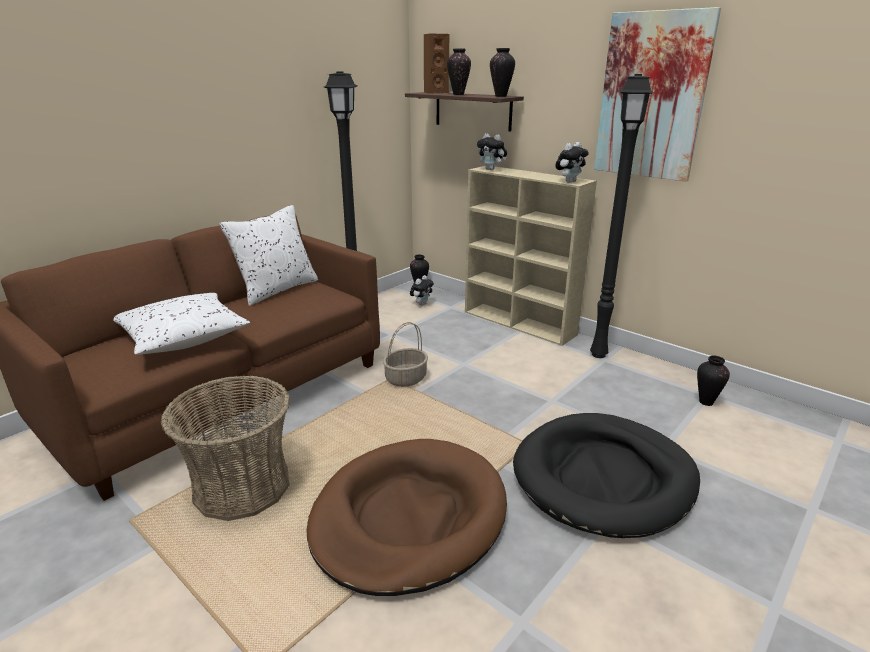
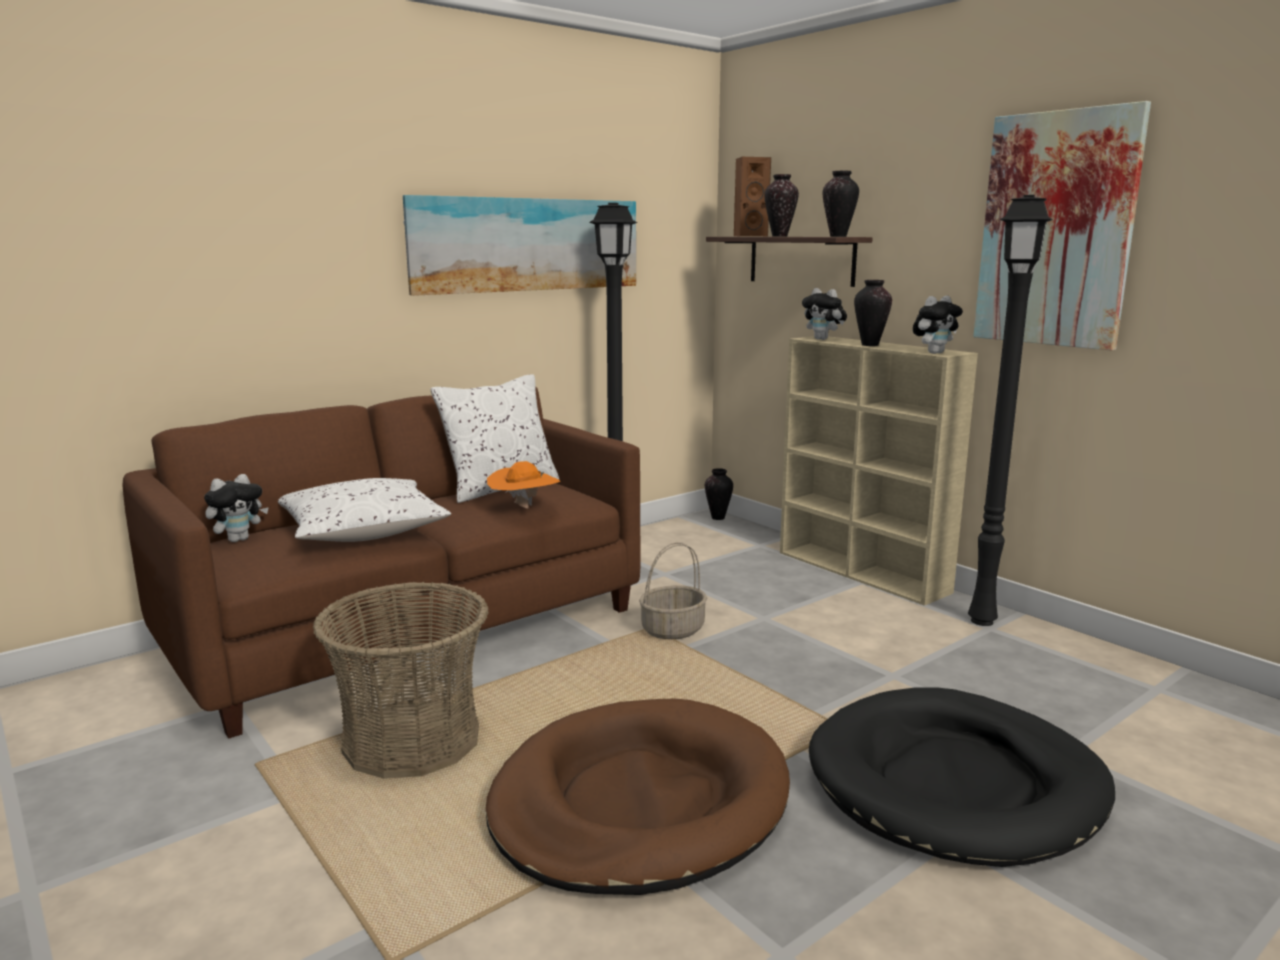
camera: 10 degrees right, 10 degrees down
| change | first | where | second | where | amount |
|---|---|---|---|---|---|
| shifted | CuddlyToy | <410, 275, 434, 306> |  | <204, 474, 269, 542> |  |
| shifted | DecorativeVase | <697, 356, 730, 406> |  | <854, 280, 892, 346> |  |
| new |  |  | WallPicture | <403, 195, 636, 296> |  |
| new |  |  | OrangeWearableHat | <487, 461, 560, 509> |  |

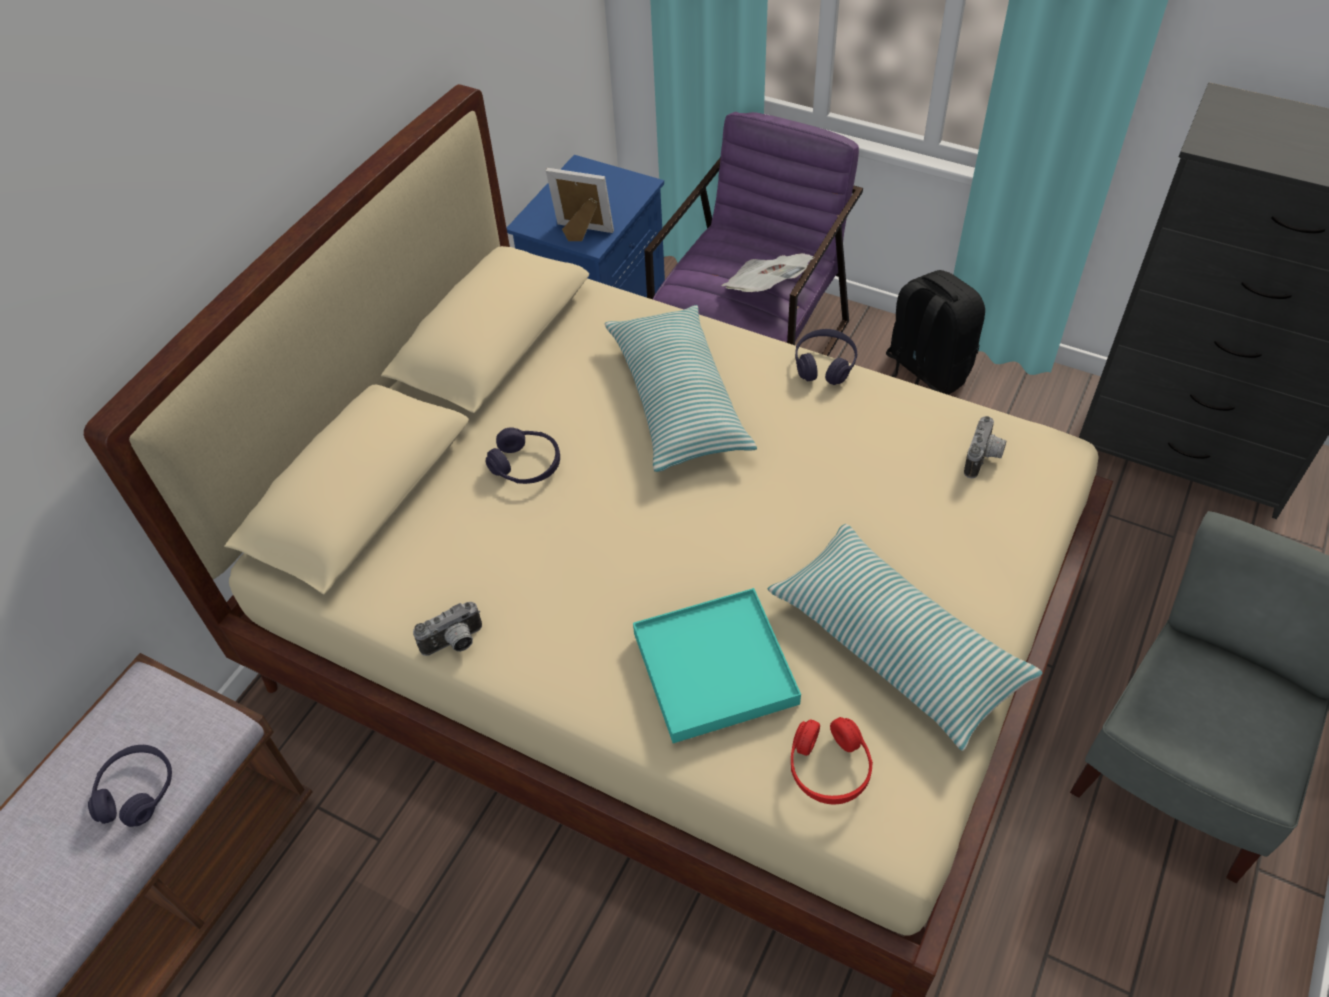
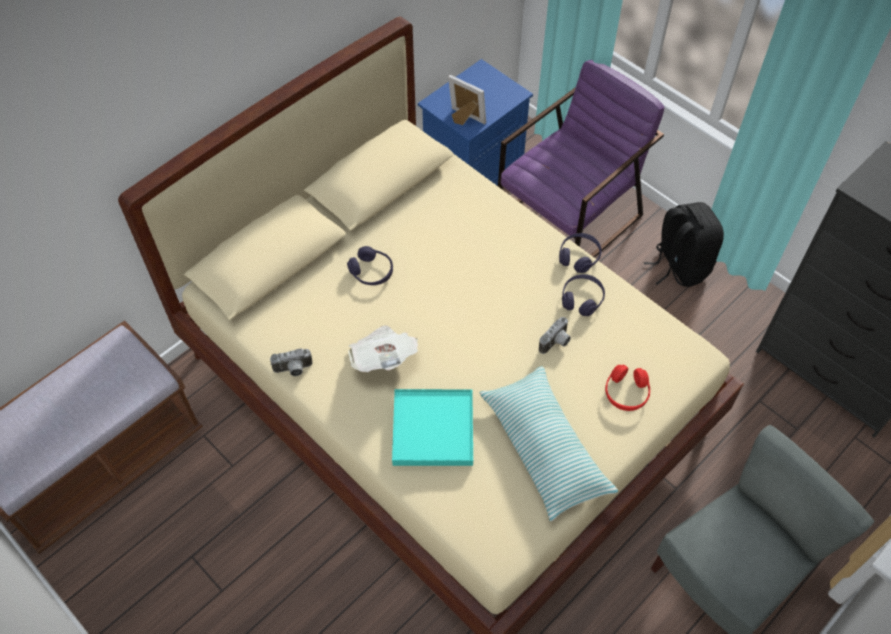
camera: 15 degrees right, 5 degrees up
| change | first | where | second | where | amount |
|---|---|---|---|---|---|
| shifted | PurplishPairOfHeadphones | <88, 745, 172, 827> |  | <562, 274, 605, 316> |  |
| gone | Pillow | <605, 305, 757, 472> |  |  |  |
| shifted | Newspaper | <721, 253, 815, 292> |  | <348, 325, 418, 372> |  |
| shifted | RedPairOfHeadphones | <791, 717, 873, 804> |  | <605, 364, 650, 411> |  |
| shifted | StillCamera | <964, 416, 1007, 478> |  | <539, 317, 571, 354> |  |

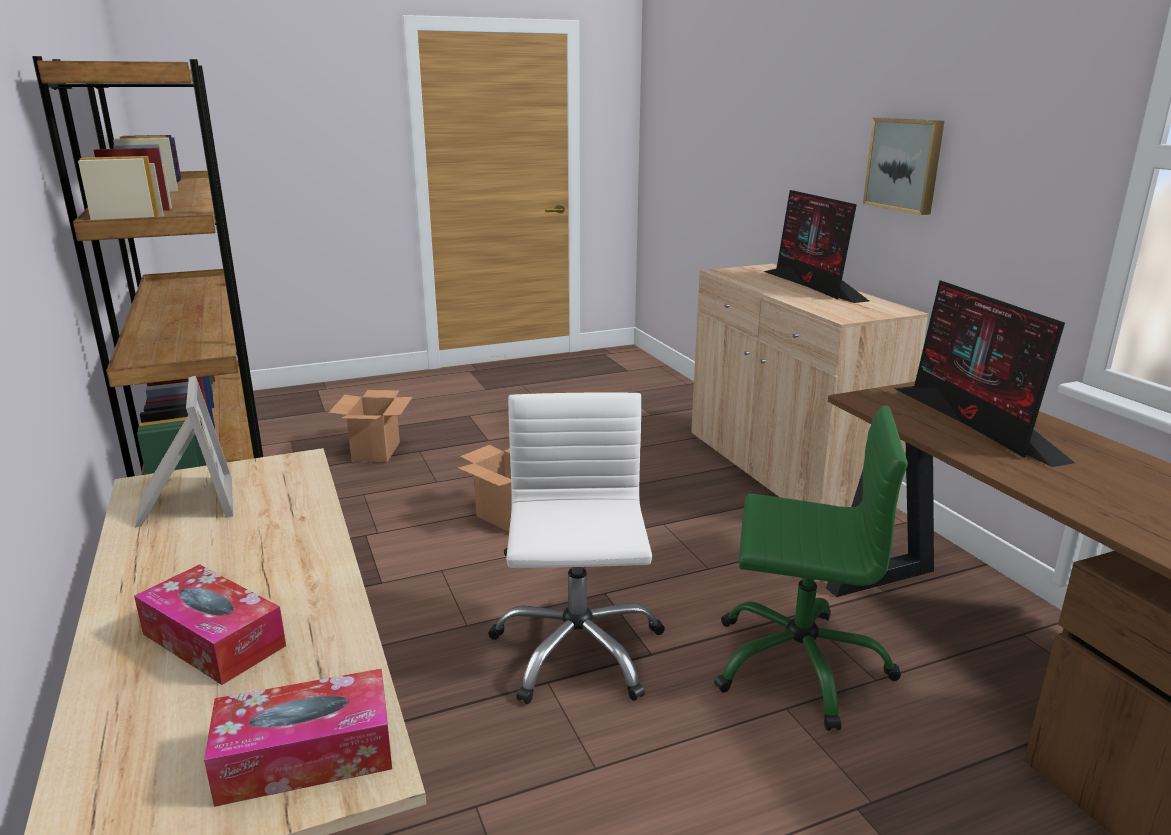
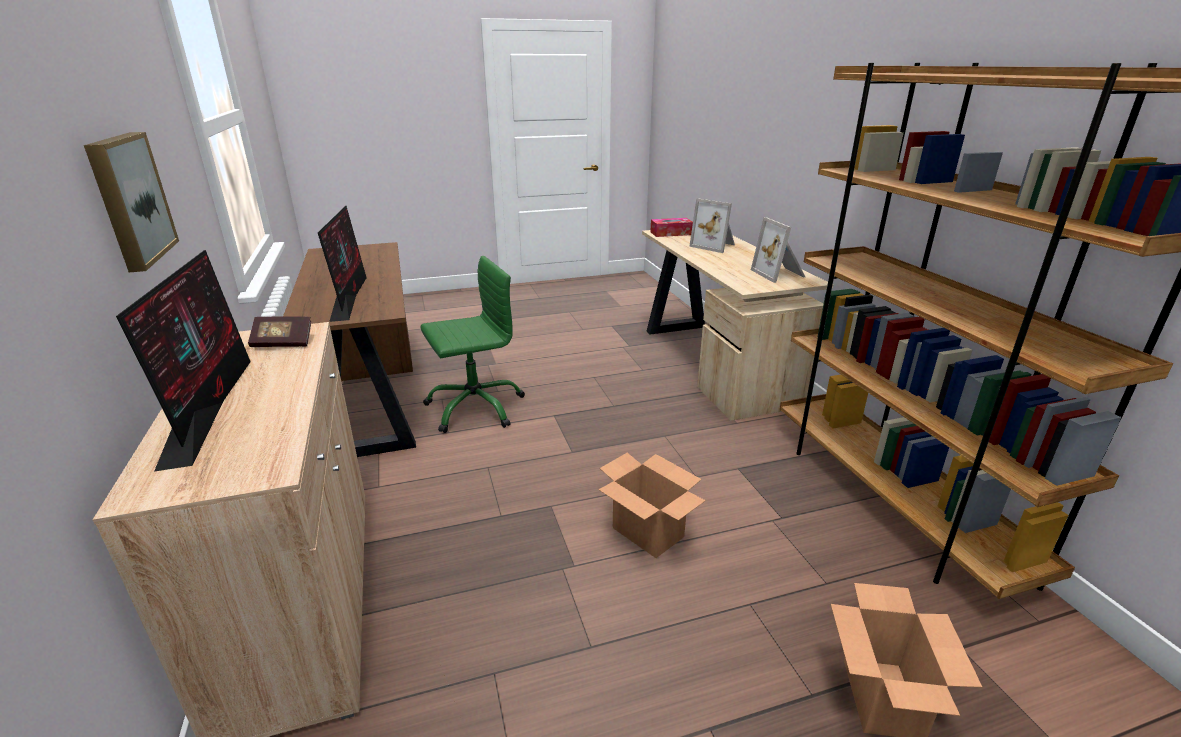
camera: 175 degrees left, 5 degrees up
| change | first | where | second | where | amount |
|---|---|---|---|---|---|
| swapped | TissueBox | <134, 564, 286, 685> | PhotoFrame | <689, 198, 735, 253> |  |
| gone | WhiteColouredOfficeChair | <488, 392, 665, 704> |  |  |  |
| rotated | GreenOfficeChair | <714, 406, 908, 731> |  | <420, 256, 525, 433> | 135 degrees clockwise |
| new |  |  | Volume | <248, 316, 311, 347> |  |

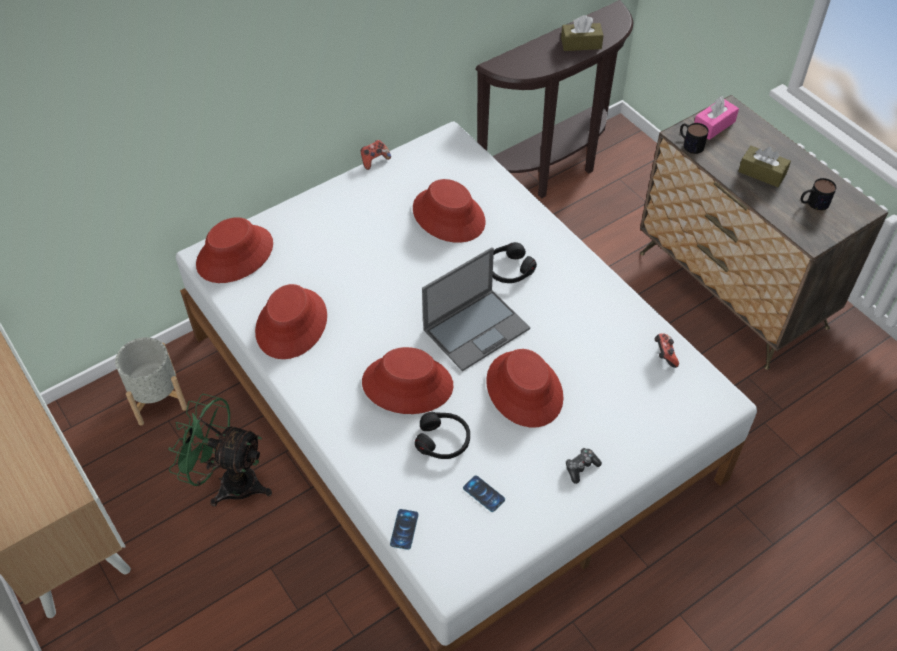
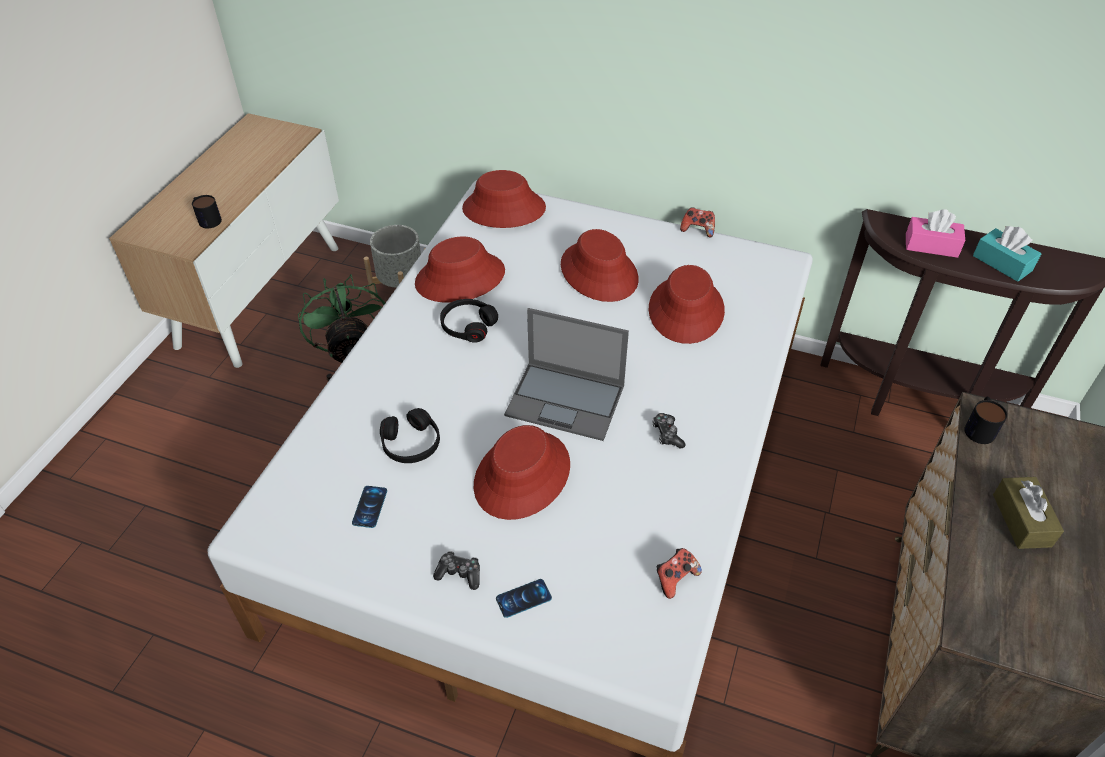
camera: 55 degrees right, 5 degrees down
| change | first | where | second | where | amount |
|---|---|---|---|---|---|
| shifted | RedWearableHat | <362, 347, 453, 414> |  | <561, 229, 639, 302> |  |
| shifted | Handset | <390, 509, 419, 550> |  | <496, 579, 552, 618> |  |
| shifted | BlackishPairOfHeadphones | <493, 242, 537, 283> |  | <440, 299, 498, 343> |  |
| repainted | BrownishTissueBox | <561, 15, 604, 51> | BlueGreenTissueBox | <973, 226, 1041, 282> |  |
| shifted | PinkColouredTissueBox | <694, 96, 739, 140> |  | <906, 209, 965, 258> |  |
| shifted | TeaMug | <801, 178, 836, 210> |  | <192, 195, 222, 228> |  |
| new |  |  | Gamepad | <652, 413, 686, 449> |  |

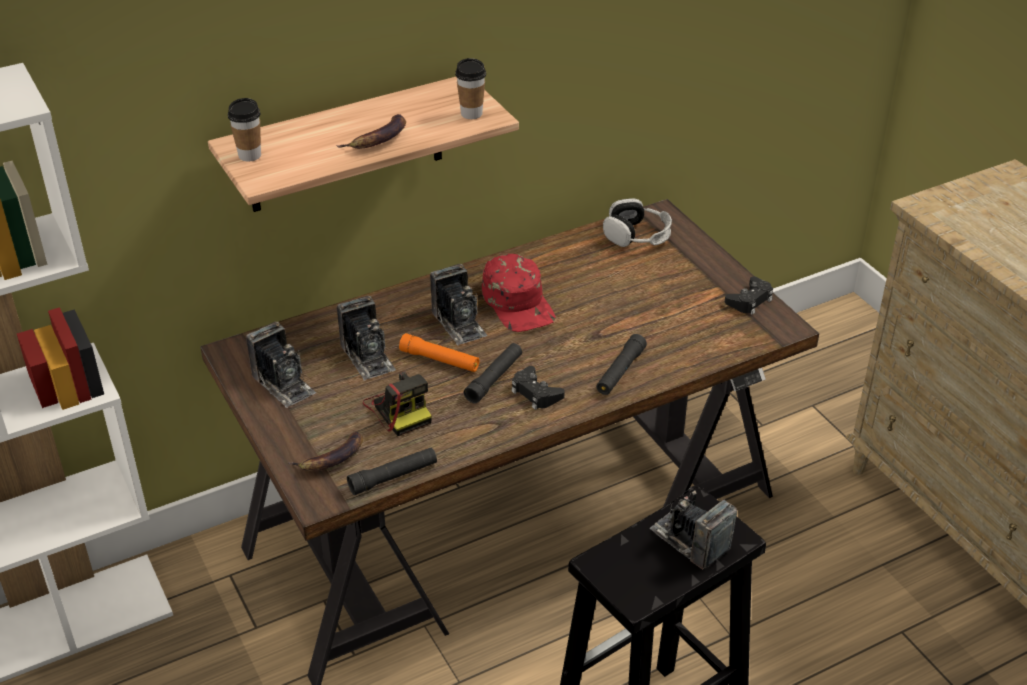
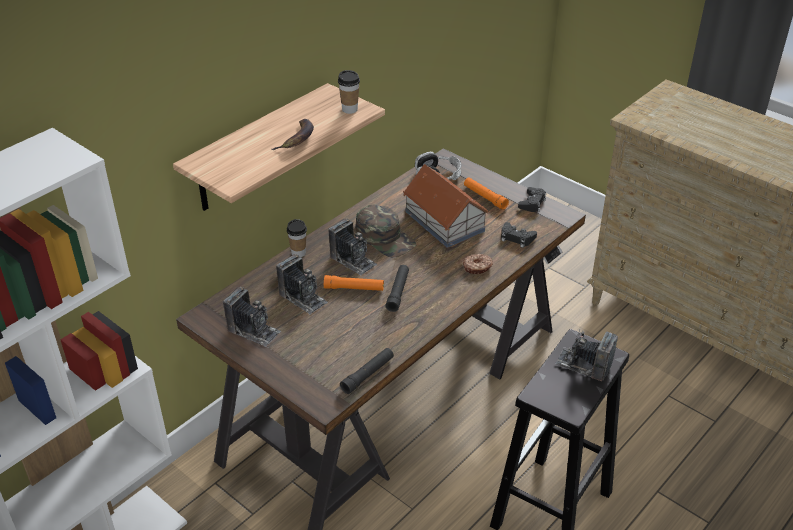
camera: 20 degrees left, 0 degrees up
| change | first | where | second | where | amount |
|---|---|---|---|---|---|
| shifted | DrinkingCup | <228, 98, 261, 162> |  | <287, 219, 307, 257> |  |
| gone | WholeBanana | <288, 431, 363, 471> |  |  |  |
| gone | StillCamera | <363, 371, 432, 436> |  |  |  |
| repainted | RedPeakedCap | <482, 254, 555, 332> | GreenPeakedCap | <355, 205, 416, 257> |  |
| shifted | BlackishGamepad | <512, 366, 565, 410> |  | <501, 222, 537, 248> |  |
| swapped | BlackishTorch | <596, 334, 647, 395> | Doughnut | <463, 254, 493, 274> |  |
| new |  |  | ModelHouse | <403, 164, 489, 248> |  |
| new |  |  | OrangeTorch | <464, 178, 509, 210> |  |

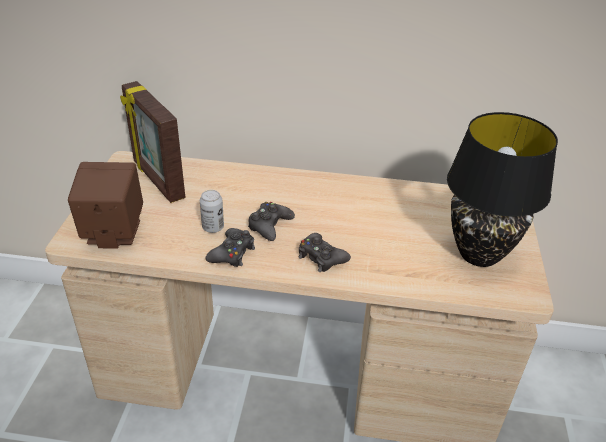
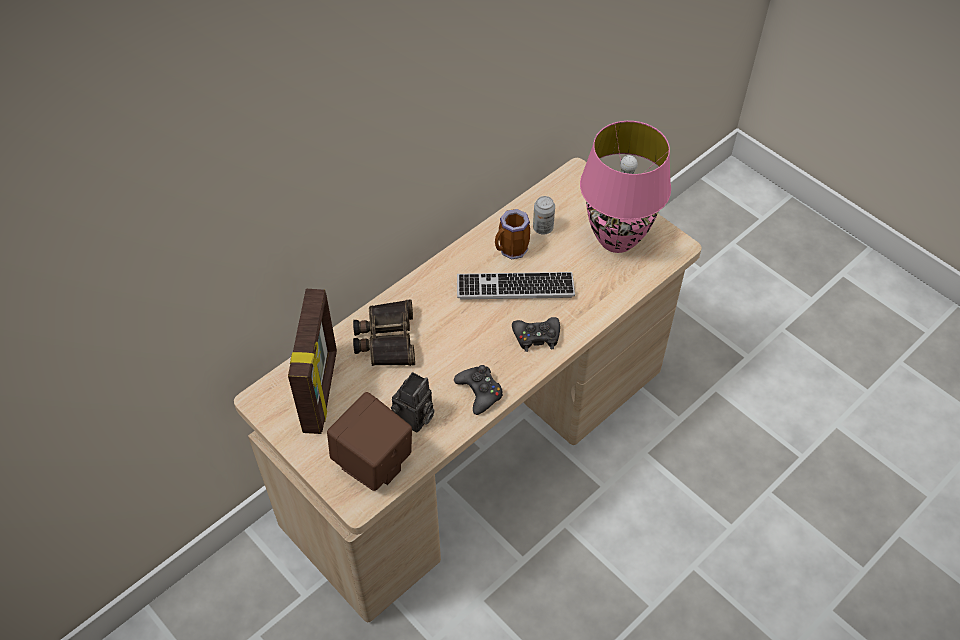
camera: 50 degrees left, 15 degrees up
| change | first | where | second | where | amount |
|---|---|---|---|---|---|
| rotated | PhotoFrame | <120, 81, 186, 203> |  | <288, 289, 337, 434> | 90 degrees counterclockwise |
| shifted | MetalCan | <200, 190, 224, 233> |  | <533, 196, 555, 234> |  |
| gone | BlackishGamepad | <248, 202, 295, 241> |  |  |  |
| repainted | BlackishTabletopLamp | <447, 112, 558, 267> | PinkColouredTabletopLamp | <580, 121, 671, 253> |  |
| new |  |  | Binoculars | <353, 299, 415, 366> |  |
| new |  |  | StillCamera | <391, 372, 434, 433> |  |
| new |  |  | PcKeyboard | <457, 272, 575, 300> |  |
| new |  |  | TeaMug | <495, 209, 530, 259> |  |

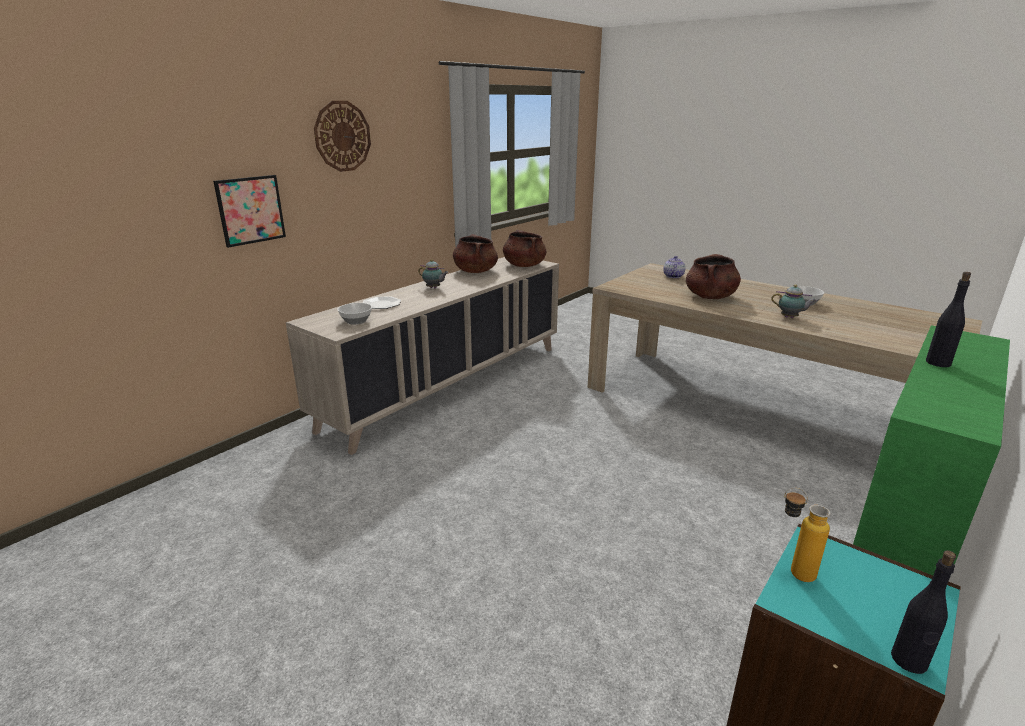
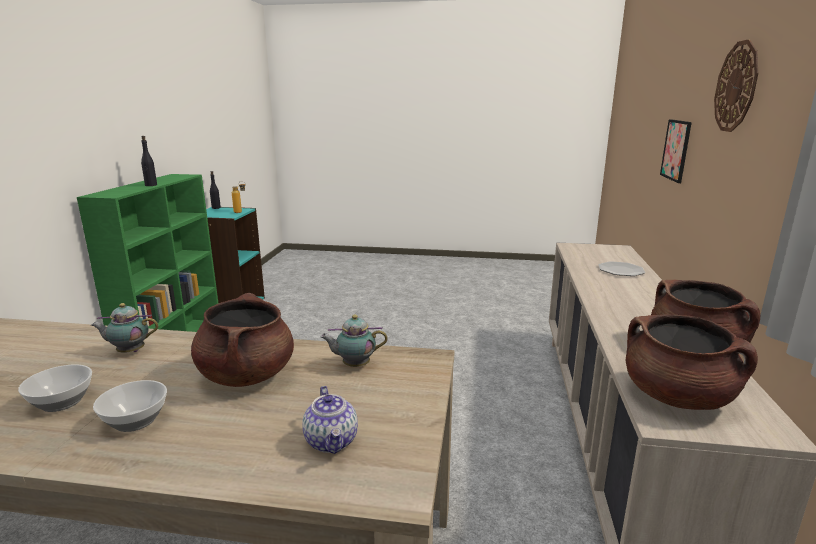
camera: 150 degrees right, 5 degrees down
| change | first | where | second | where | amount |
|---|---|---|---|---|---|
| shifted | ServingBowl | <337, 303, 372, 324> |  | <93, 380, 167, 432> |  |
| shifted | PotForTea | <418, 259, 448, 288> |  | <320, 315, 388, 367> |  |

